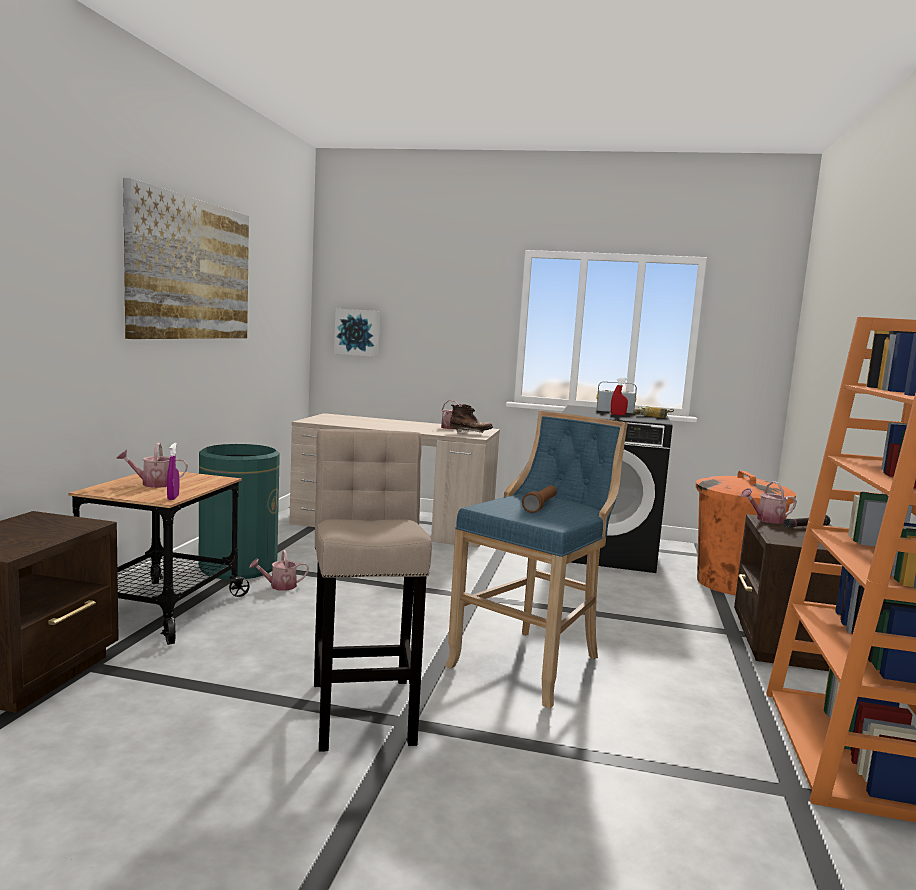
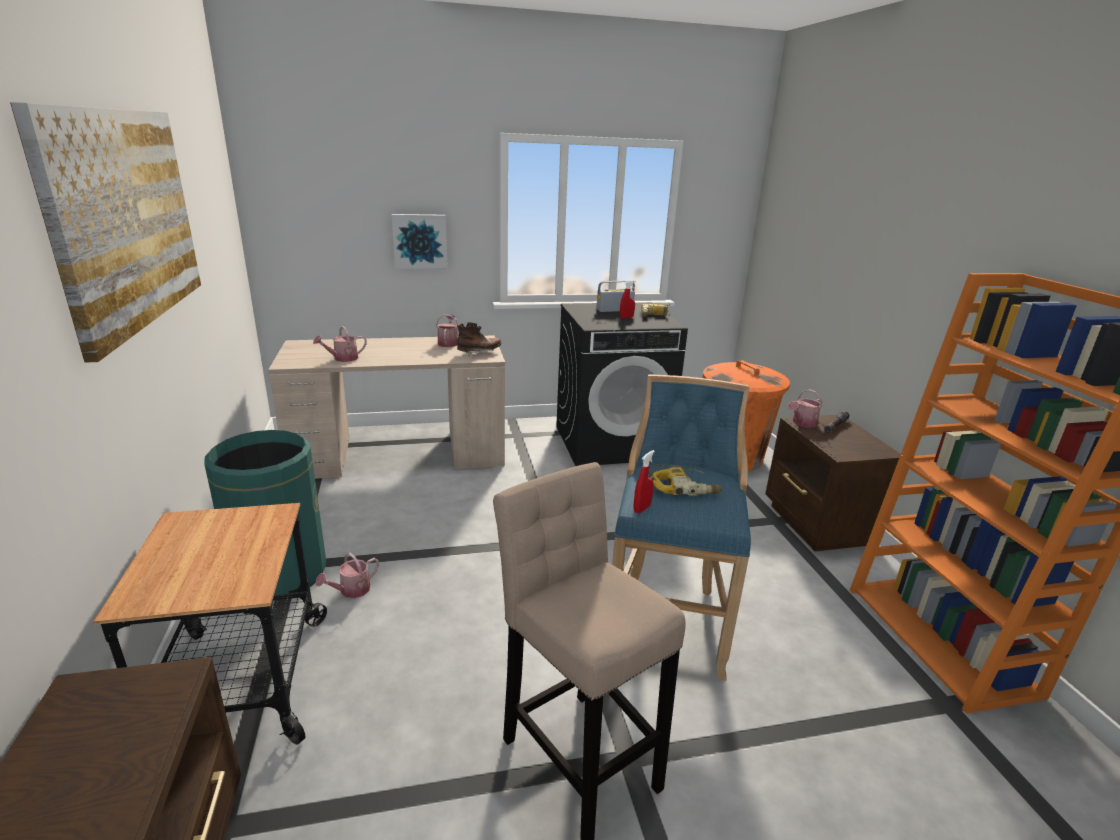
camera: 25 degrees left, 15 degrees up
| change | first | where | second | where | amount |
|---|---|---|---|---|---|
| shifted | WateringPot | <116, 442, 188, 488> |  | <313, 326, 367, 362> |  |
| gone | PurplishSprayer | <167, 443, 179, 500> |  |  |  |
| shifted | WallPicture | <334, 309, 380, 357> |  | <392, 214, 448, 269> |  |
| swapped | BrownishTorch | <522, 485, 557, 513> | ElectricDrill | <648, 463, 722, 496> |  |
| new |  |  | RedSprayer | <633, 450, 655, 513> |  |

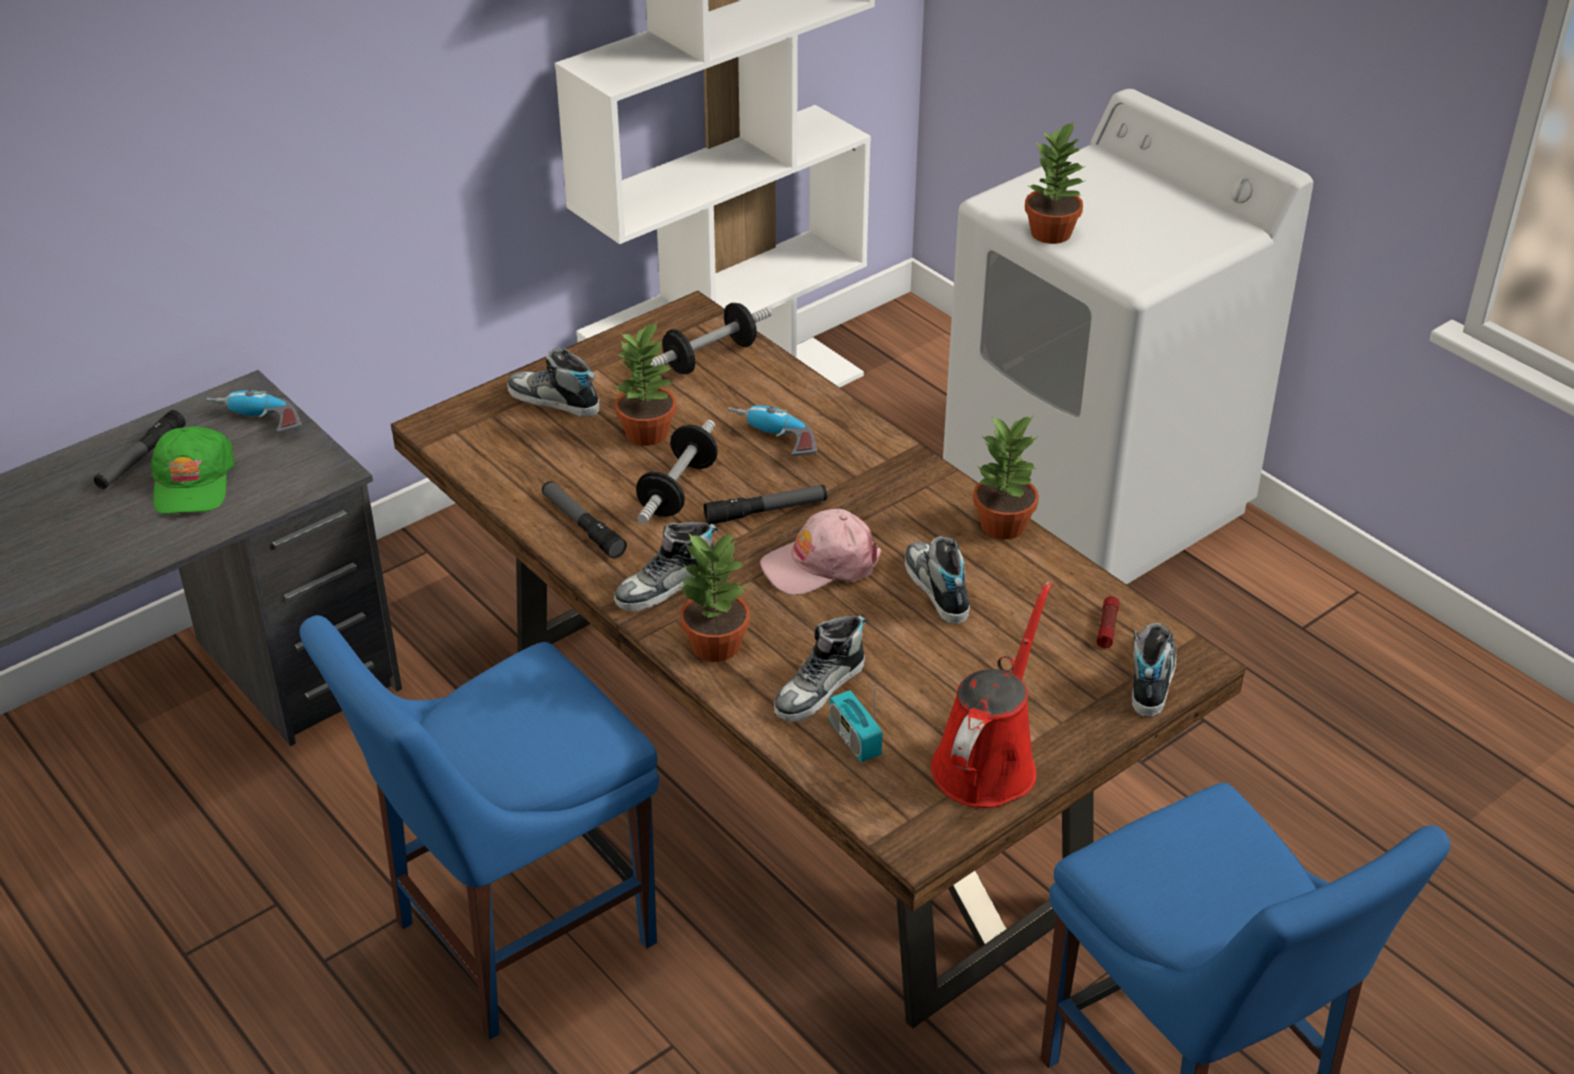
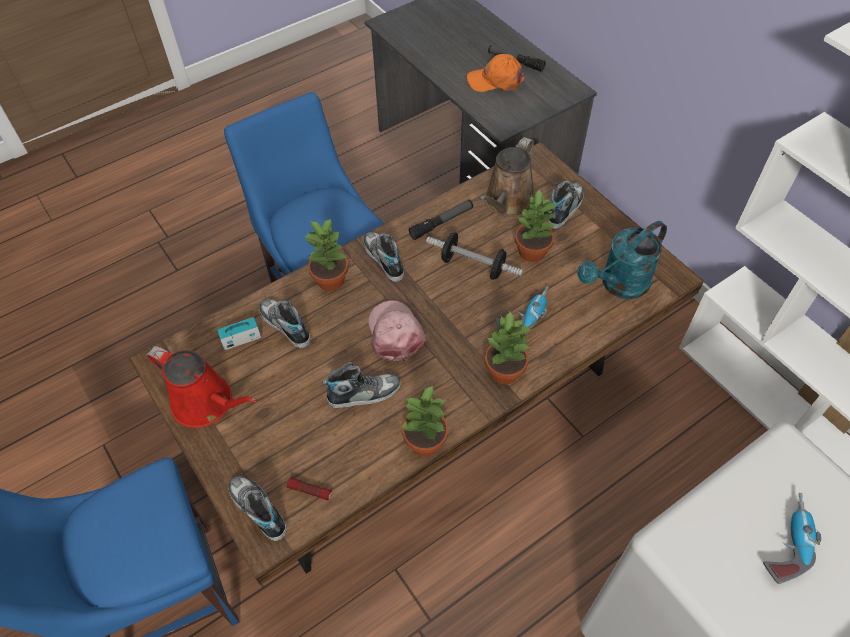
camera: 95 degrees right, 15 degrees up
| change | first | where | second | where | amount |
|---|---|---|---|---|---|
| repainted | GreenPeakedCap | <151, 426, 235, 514> | OrangePeakedCap | <467, 54, 524, 92> |  |
| shifted | ElectricDrill | <207, 390, 302, 433> |  | <763, 493, 821, 584> |  |
| swapped | HandWeight | <650, 303, 772, 374> | BlueGreenWateringPot | <577, 221, 667, 299> |  |
| gone | Torch | <704, 485, 827, 525> |  |  |  |
| shifted | Houseplant | <1025, 121, 1085, 244> |  | <485, 312, 532, 384> |  |
| rotated | Shoe | <1132, 623, 1176, 717> |  | <228, 476, 287, 541> | 150 degrees counterclockwise |
| new |  |  | BrownishWateringPot | <479, 137, 535, 217> |  |

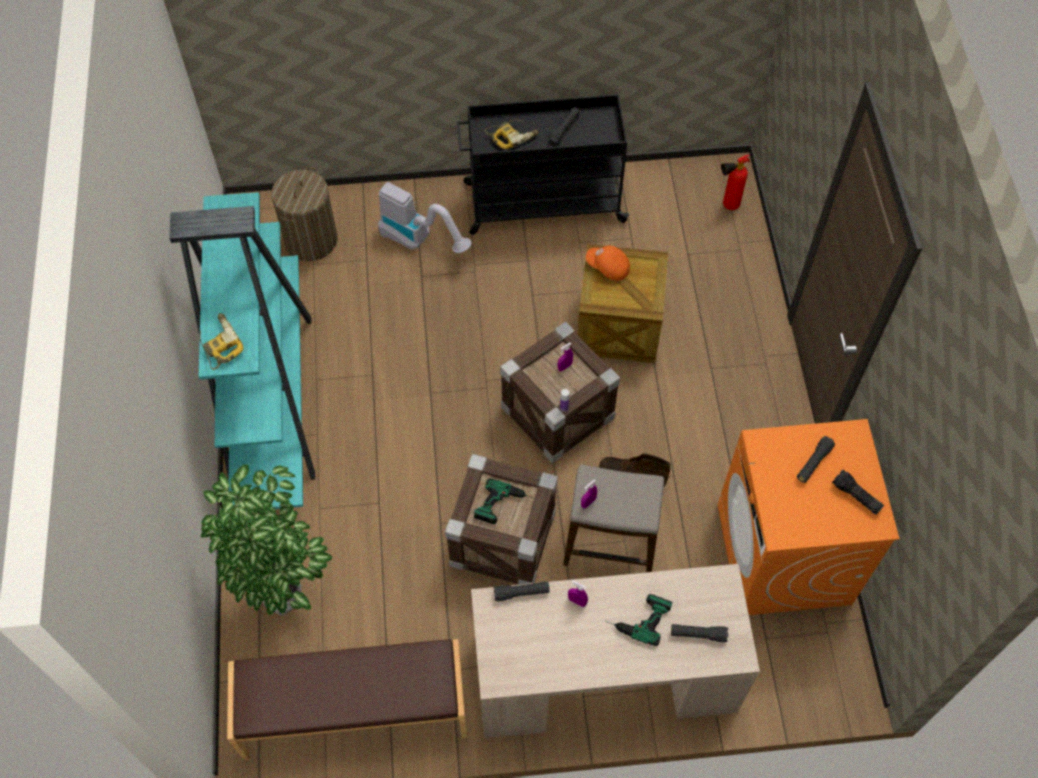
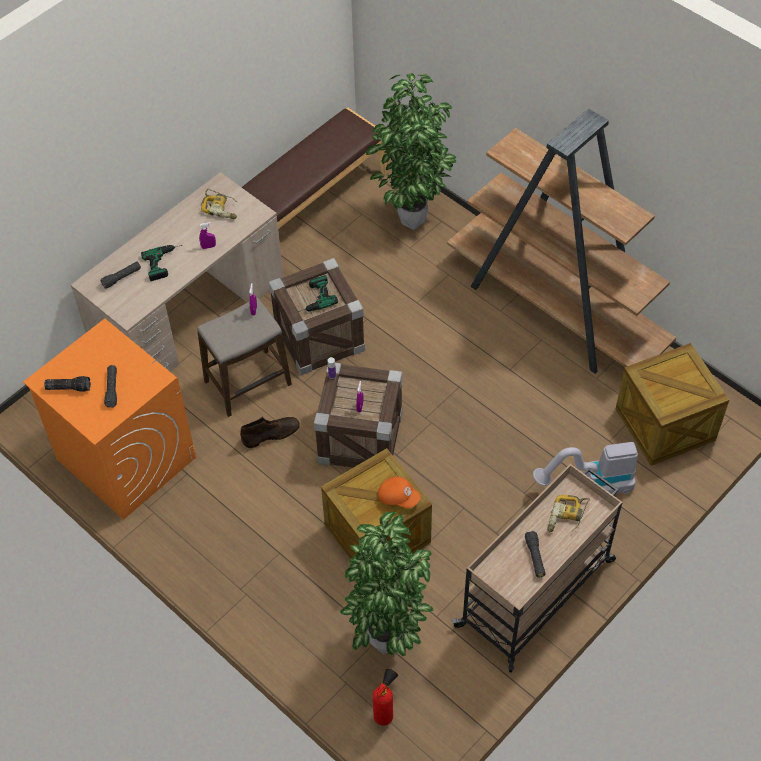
camera: 140 degrees right, 5 degrees down
| change | first | where | second | where | amount |
|---|---|---|---|---|---|
| repainted | BlueGreenBookshelf | <169, 192, 315, 509> | BrownishBookshelf | <447, 108, 676, 374> |  |
| shifted | ElectricDrill | <199, 313, 244, 370> |  | <201, 189, 237, 219> |  |
| swapped | Hamper | <271, 167, 337, 261> | Crate | <616, 343, 729, 466> |  |
| repainted | BlackishWheeledCart | <457, 94, 630, 235> | BeigeColouredWheeledCart | <452, 464, 623, 672> |  |
| gone | BlackishTorch | <494, 581, 550, 601> |  |  |  |
| rotated | OrangePeakedCap | <586, 246, 630, 281> |  | <378, 477, 421, 508> | 45 degrees clockwise |
| new |  |  | Houseplant | <340, 512, 434, 656> |  |

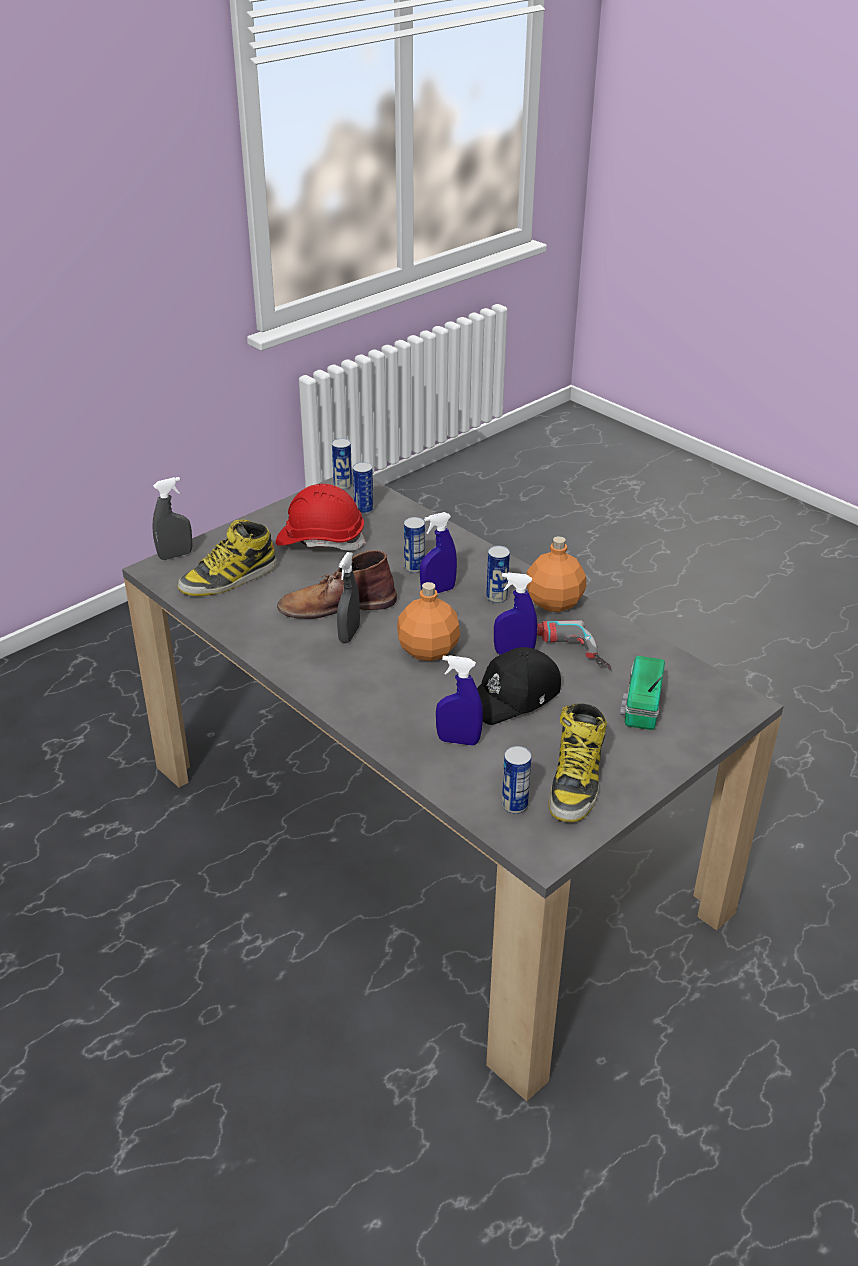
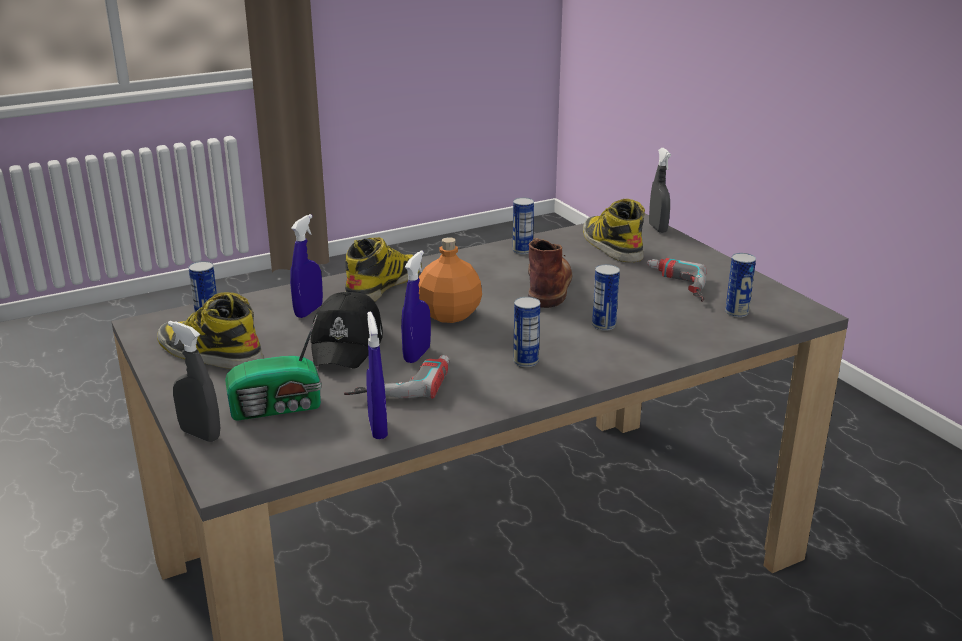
camera: 105 degrees right, 10 degrees down
| change | first | where | second | where | amount |
|---|---|---|---|---|---|
| swapped | RedWorkHelmet | <276, 484, 366, 551> | ElectricDrill | <647, 258, 707, 302> |  |
| shifted | MetalCan | <332, 438, 352, 490> |  | <513, 198, 534, 255> |  |
| shifted | GraySprayer | <337, 552, 360, 643> |  | <168, 321, 220, 442> |  |
| shifted | BlueColouredSprayer | <420, 512, 457, 594> |  | <366, 312, 388, 439> |  |
| rotated | BlackishPeakedCap | <477, 647, 561, 725> |  | <310, 292, 383, 369> | 150 degrees counterclockwise |
| gone | OrangeBeverageBottle | <527, 536, 587, 612> |  |  |  |
| rotated | RadioReceiver | <620, 656, 665, 730> |  | <225, 314, 322, 421> | 135 degrees clockwise |
| new |  |  | TallBoot | <345, 237, 422, 302> |  |

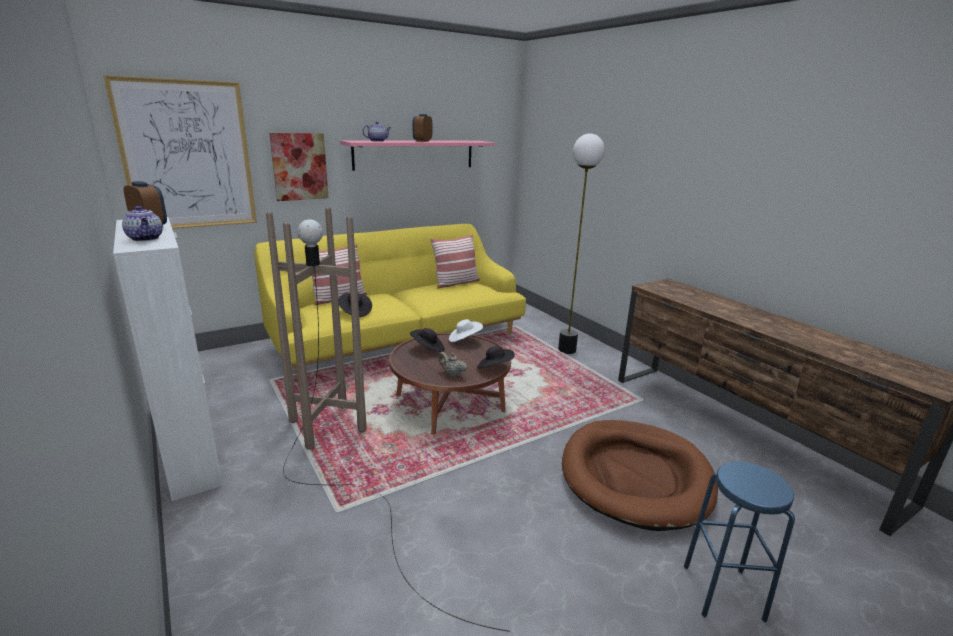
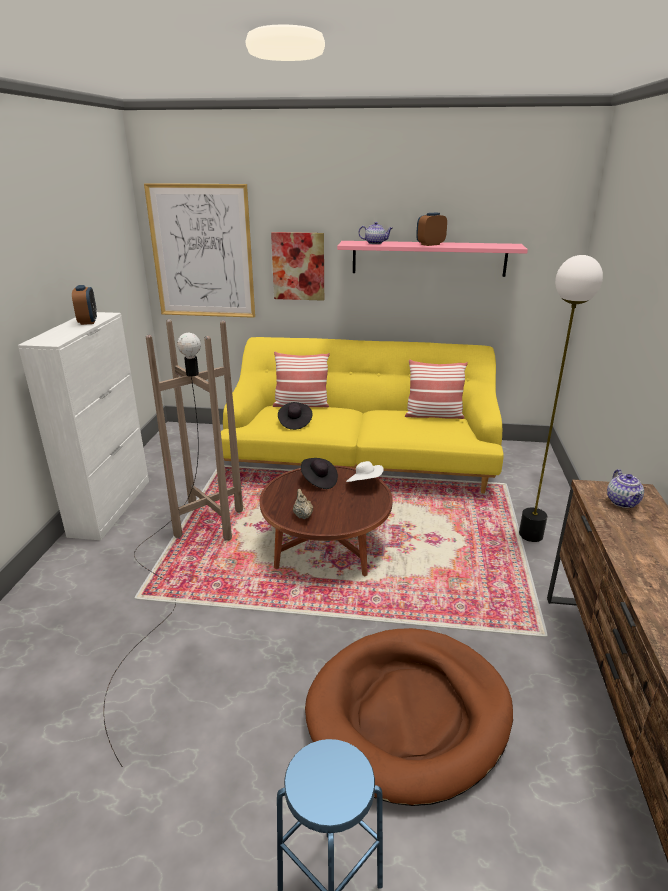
camera: 40 degrees right, 5 degrees up
| change | first | where | second | where | amount |
|---|---|---|---|---|---|
| shifted | PotForTea | <122, 206, 163, 241> |  | <607, 469, 644, 508> |  |
| gone | BlackishWearableHat | <477, 346, 515, 369> |  |  |  |

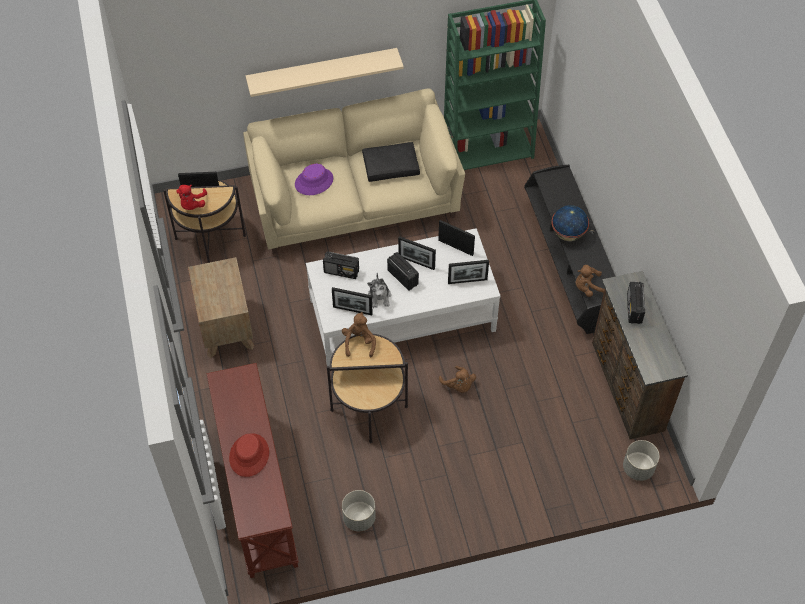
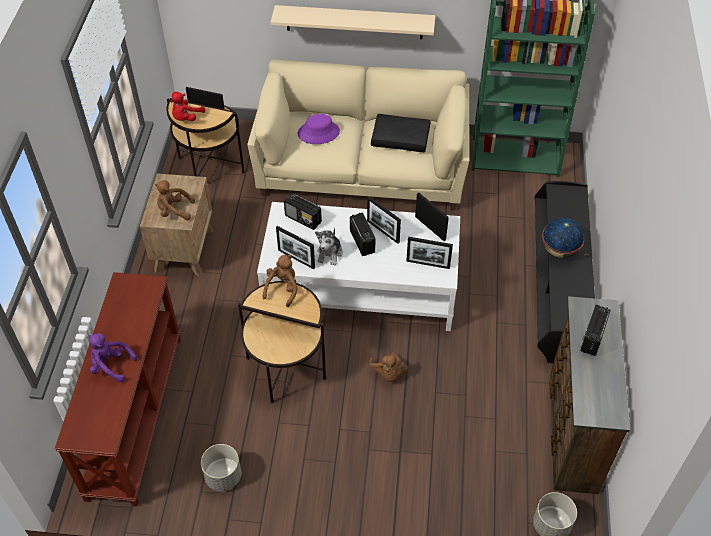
camera: 20 degrees right, 5 degrees down
| change | first | where | second | where | amount |
|---|---|---|---|---|---|
| swapped | RedWearableHat | <229, 433, 269, 477> | PurplishCuddlyToy | <89, 333, 137, 382> |  |
| shifted | BrownishCuddlyToy | <576, 265, 605, 297> |  | <155, 180, 195, 221> |  |

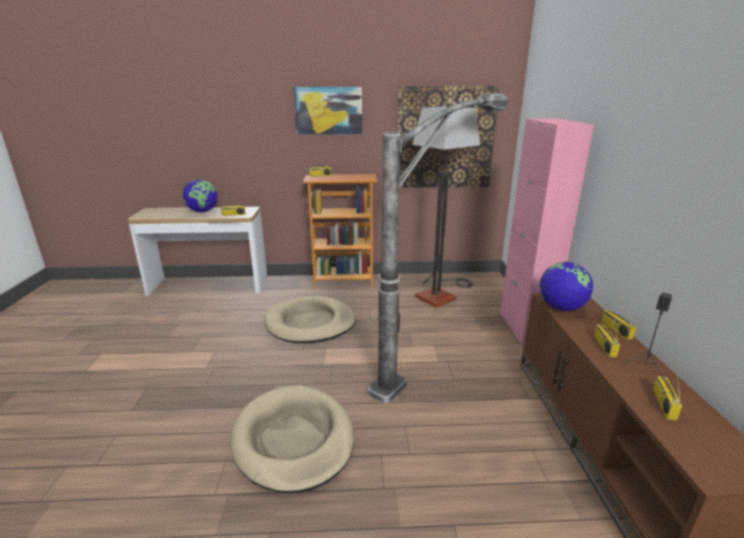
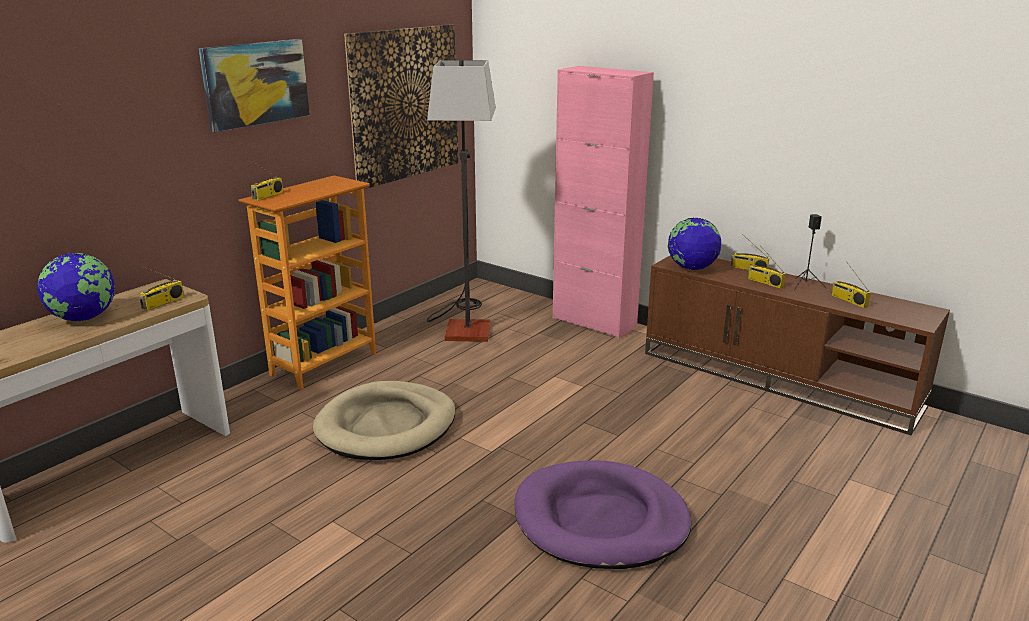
camera: 50 degrees left, 0 degrees up
| change | first | where | second | where | amount |
|---|---|---|---|---|---|
| repainted | BeigeColouredPetBed | <230, 385, 354, 493> | PurplishPetBed | <514, 460, 691, 569> |  |
| gone | FloorLamp | <368, 93, 508, 404> |  |  |  |

